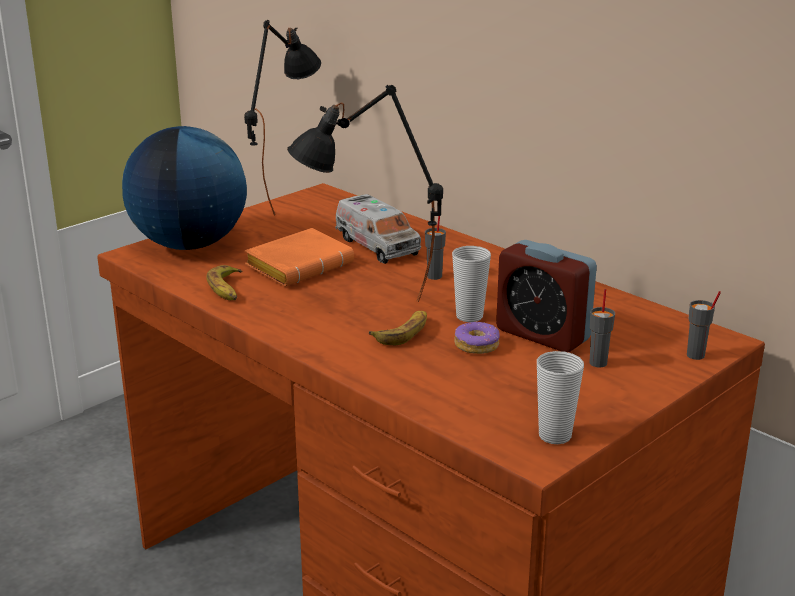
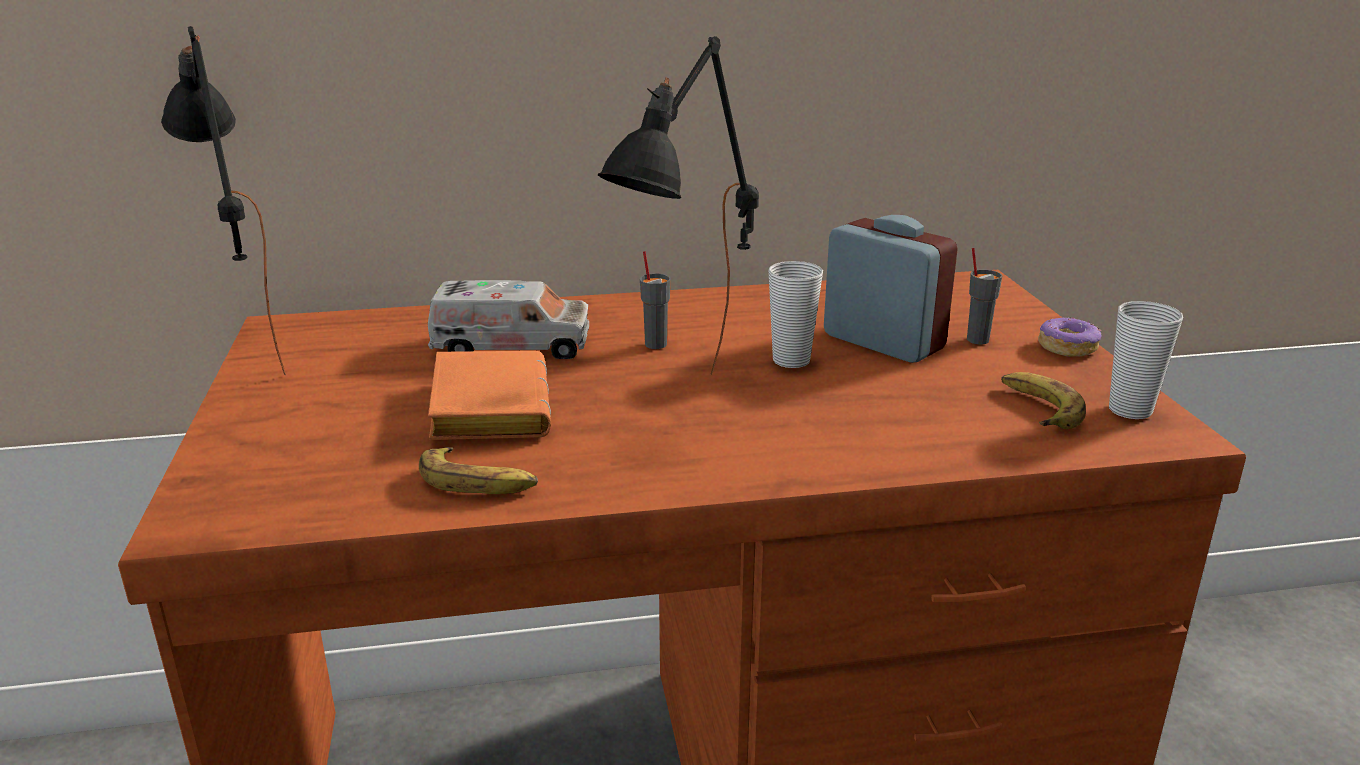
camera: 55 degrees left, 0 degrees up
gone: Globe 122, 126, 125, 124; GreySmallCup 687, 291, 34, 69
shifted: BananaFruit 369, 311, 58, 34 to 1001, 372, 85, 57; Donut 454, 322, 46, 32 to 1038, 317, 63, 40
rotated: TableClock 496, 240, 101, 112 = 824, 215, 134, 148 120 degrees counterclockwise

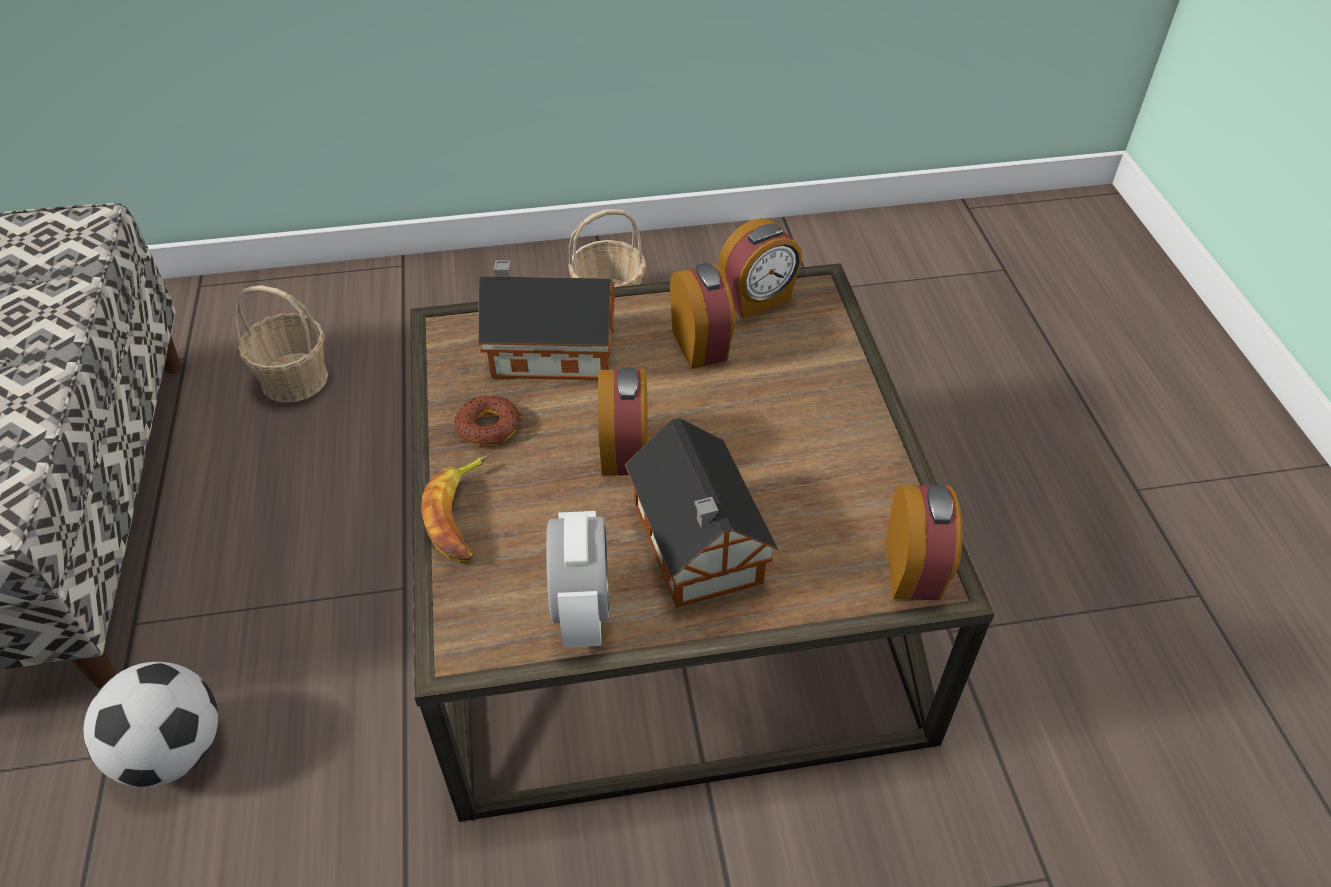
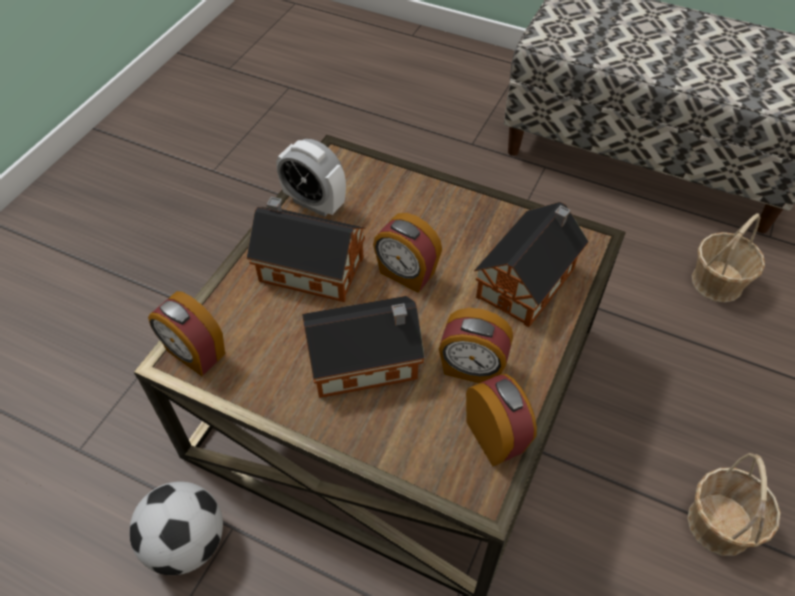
camera: 125 degrees right, 5 degrees up
gone: BananaFruit 421, 455, 68, 107; Donut 455, 396, 65, 50
new: ToyHouse 302, 296, 123, 102
shifted: Football 84, 662, 134, 125 to 129, 481, 94, 94
rotated: TableClock 718, 218, 84, 101 = 466, 374, 71, 93 150 degrees clockwise

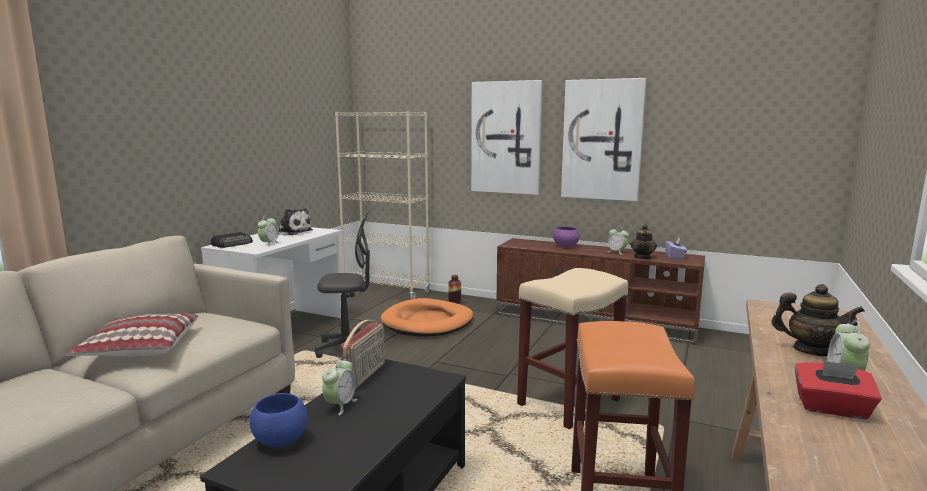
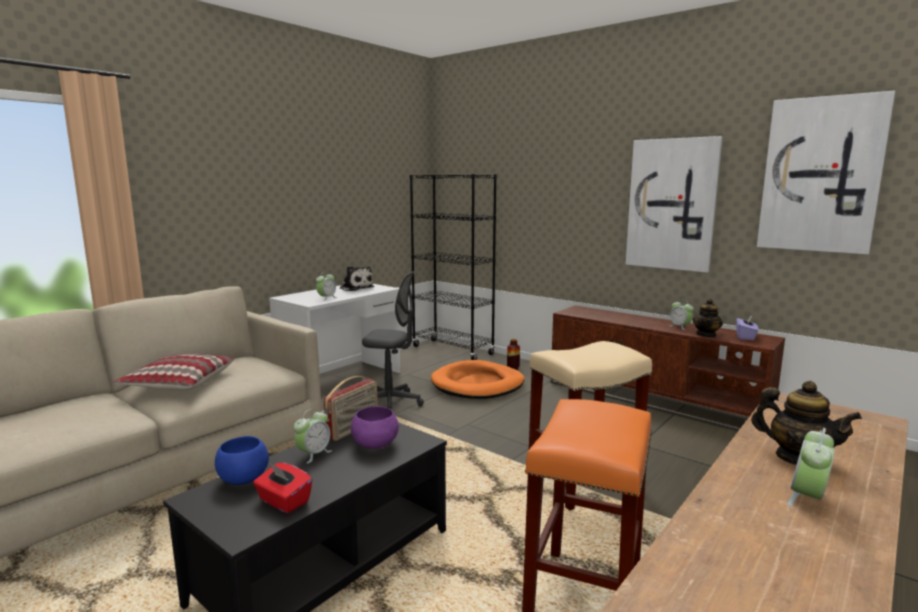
camera: 15 degrees right, 0 degrees up
gone: RadioSet 211, 232, 42, 16
shifted: WallArt 471, 80, 71, 115 to 757, 91, 138, 163; PurplishServingBowl 553, 227, 27, 20 to 351, 406, 48, 43; RedBoxOfTissues 795, 360, 87, 60 to 253, 463, 60, 50
repainted: BeigeShelvingUnit 335, 111, 95, 188 to BlackShelvingUnit 410, 174, 87, 186

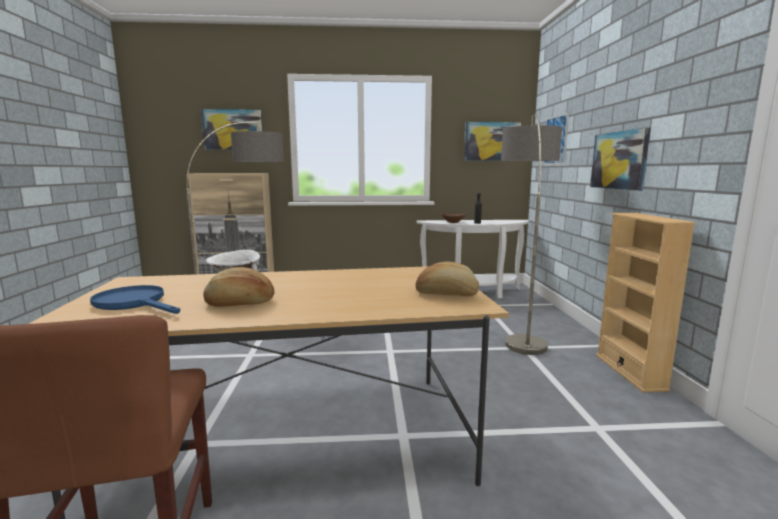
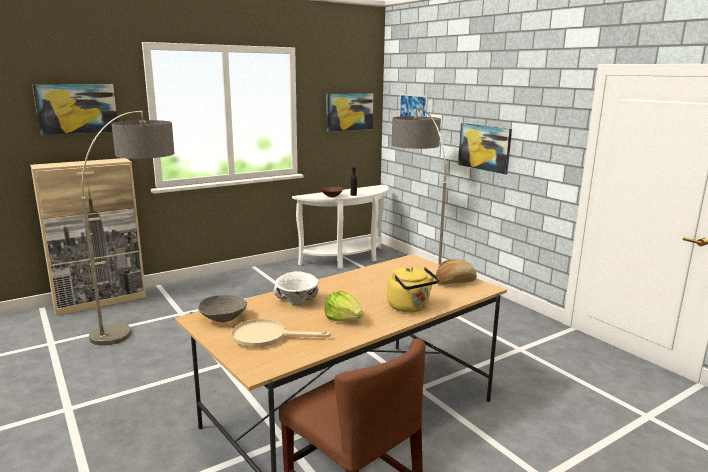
camera: 30 degrees left, 5 degrees up
gone: BeigeShelvingUnit 596, 213, 100, 179
new: GreyServingBowl 198, 295, 49, 27; YellowishKettle 387, 267, 52, 45
swapped: BakedBread 203, 267, 71, 40 to Lettuce 324, 291, 39, 30
repainted: BlueColouredFryingPan 90, 285, 90, 29 to BeigeFryingPan 231, 319, 100, 29

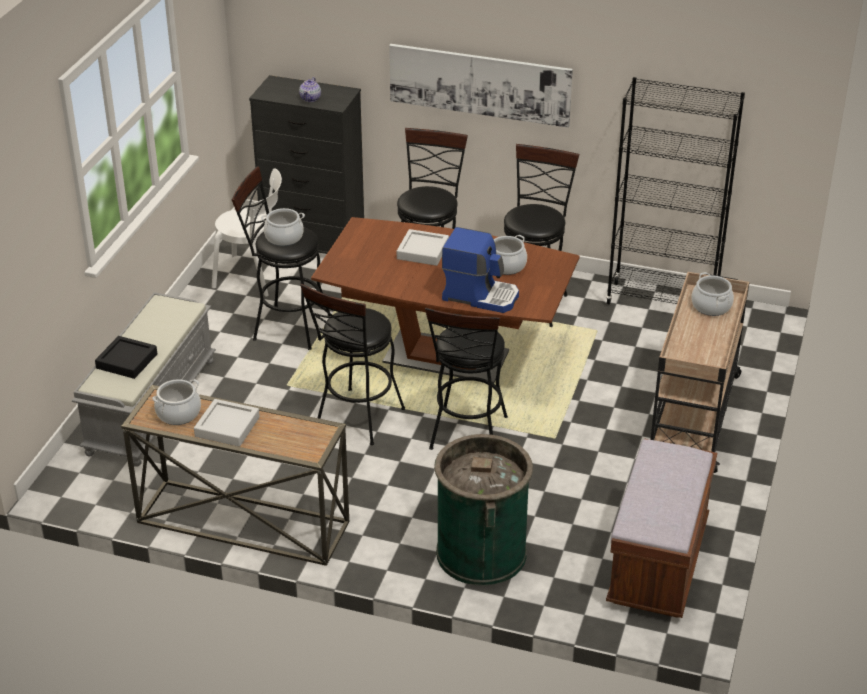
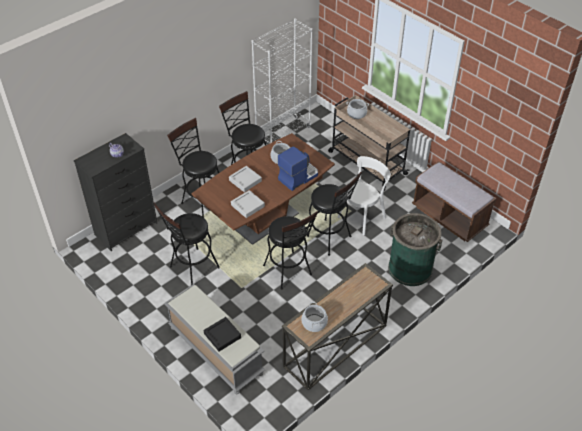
camera: 60 degrees left, 10 degrees up
gone: Stockpot 261, 208, 44, 38; WallArt 389, 44, 184, 84
shifted: GreyServingTray 194, 399, 66, 48 to 231, 190, 34, 28; WhiteColouredUprightChair 212, 169, 75, 128 to 338, 156, 53, 80
repainted: BlackShelvingUnit 606, 77, 139, 228 to WhiteColouredShelvingUnit 252, 18, 61, 125

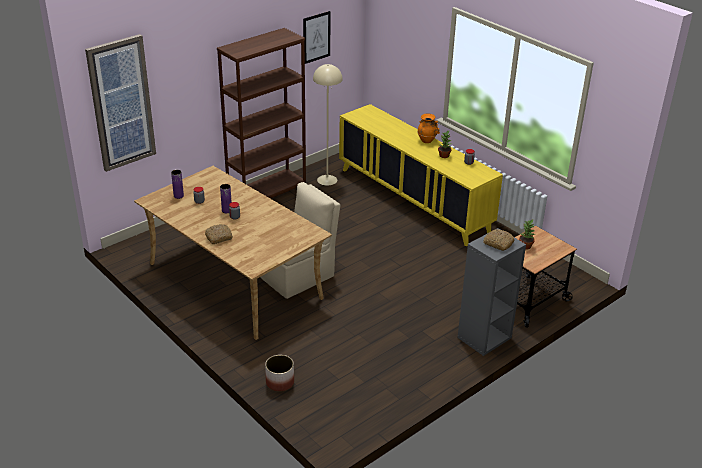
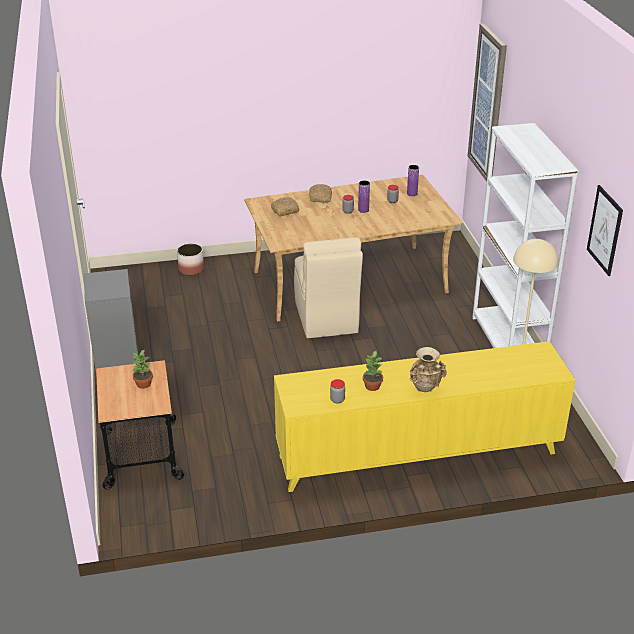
camera: 120 degrees right, 0 degrees up
shifted: BakedBread 483, 229, 31, 22 to 271, 197, 29, 19
repainted: BrownShelvingUnit 217, 28, 89, 171 to WhiteColouredShelvingUnit 472, 123, 107, 225; OrangeyVase 417, 114, 23, 29 to BeigeVase 410, 347, 37, 45

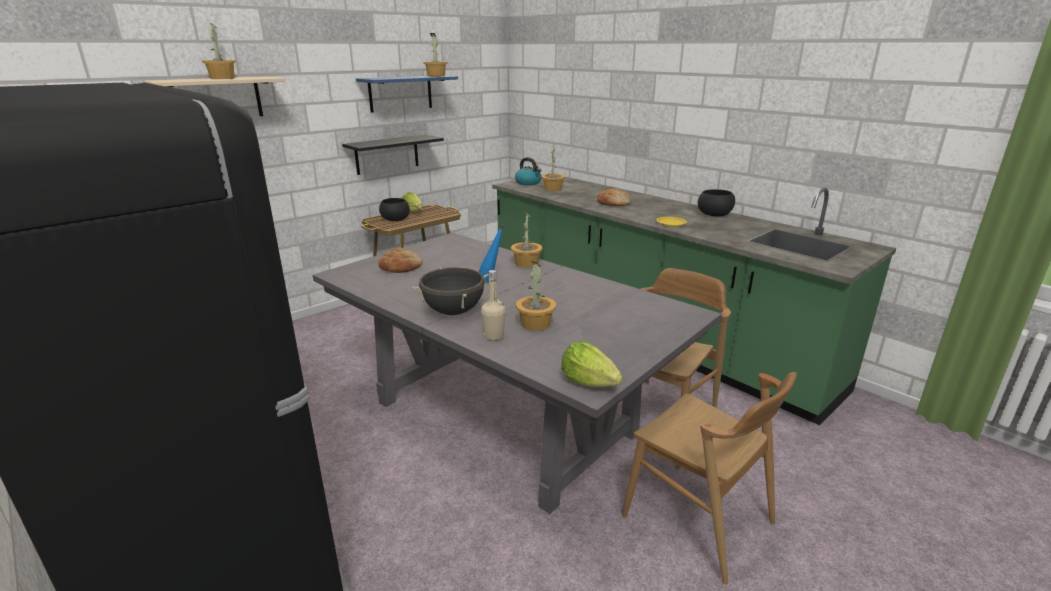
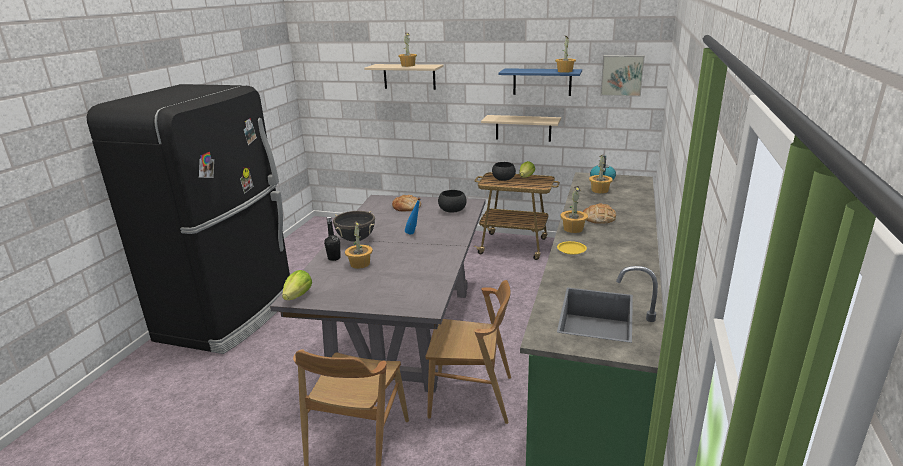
camera: 60 degrees right, 0 degrees up
new: WallArt 600, 55, 45, 42
shifted: PottedPlant 511, 212, 32, 56 to 560, 186, 28, 47; BlackServingBowl 698, 189, 37, 28 to 438, 190, 29, 22
repainted: BlackShelf 342, 135, 102, 40 to BeigeShelf 481, 115, 80, 27; BeigeDrinkBottle 481, 270, 25, 71 to BlackDrinkBottle 324, 217, 17, 44

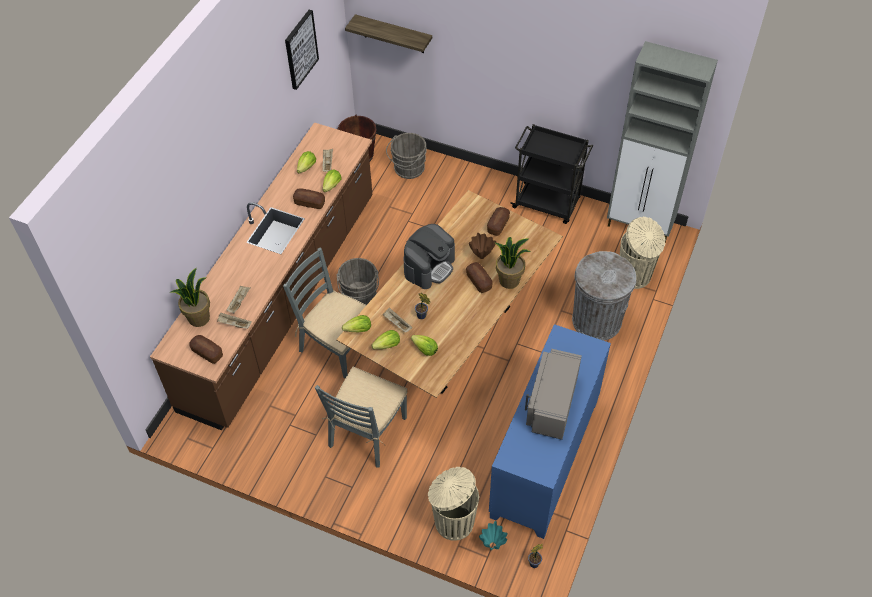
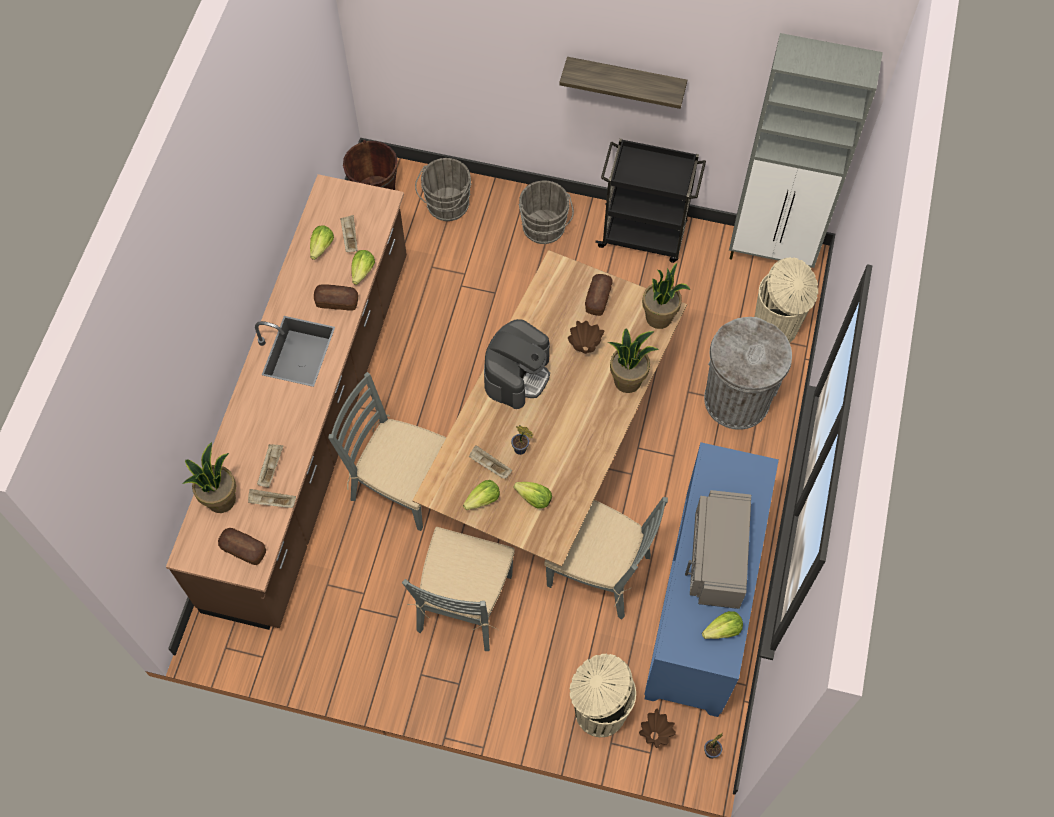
camera: 10 degrees left, 10 degrees up
gone: WallArt 285, 10, 34, 80; BakedBread 466, 262, 27, 31
new: GreyUprightChair 544, 497, 124, 123; PottedPlant 642, 263, 48, 66
shifted: GreyPail 337, 258, 42, 47 to 518, 180, 56, 64; Lettuce 342, 315, 29, 17 to 702, 611, 41, 28; Shelf 345, 14, 87, 39 to 559, 57, 128, 52
repainted: TurquoiseColouredVase 479, 521, 29, 29 to BrownVase 639, 708, 37, 40

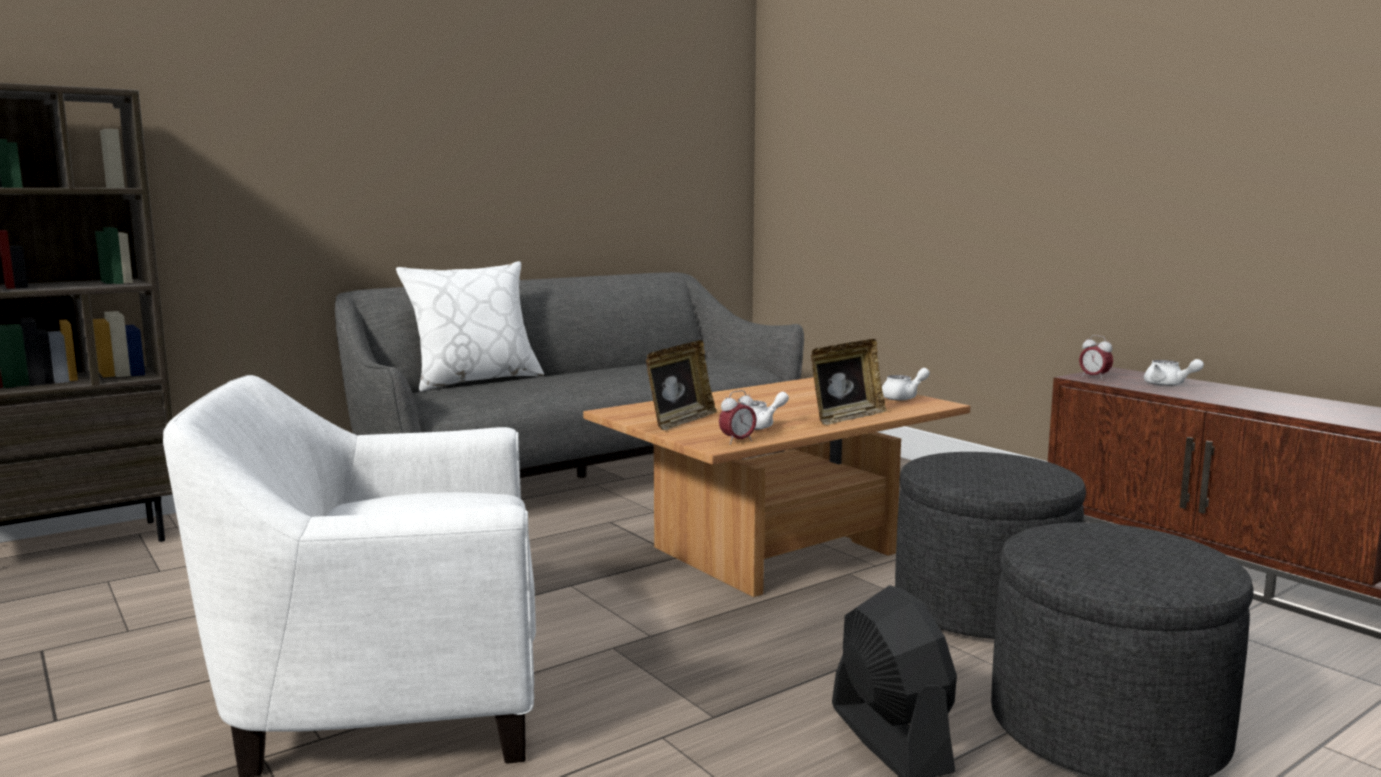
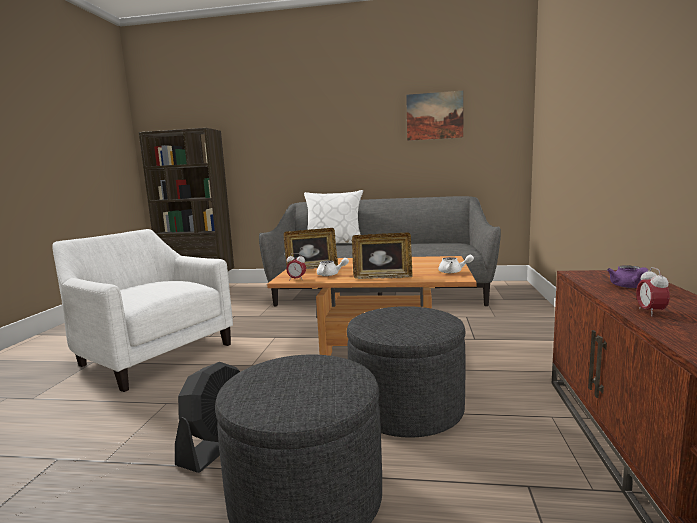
camera: 45 degrees right, 0 degrees up
new: WallArt 406, 90, 58, 51
shifted: TableClock 1079, 335, 34, 45 to 636, 267, 34, 49
repainted: WhiteColouredTeaPot 1144, 359, 60, 27 to PurplishTeaPot 607, 265, 41, 23

